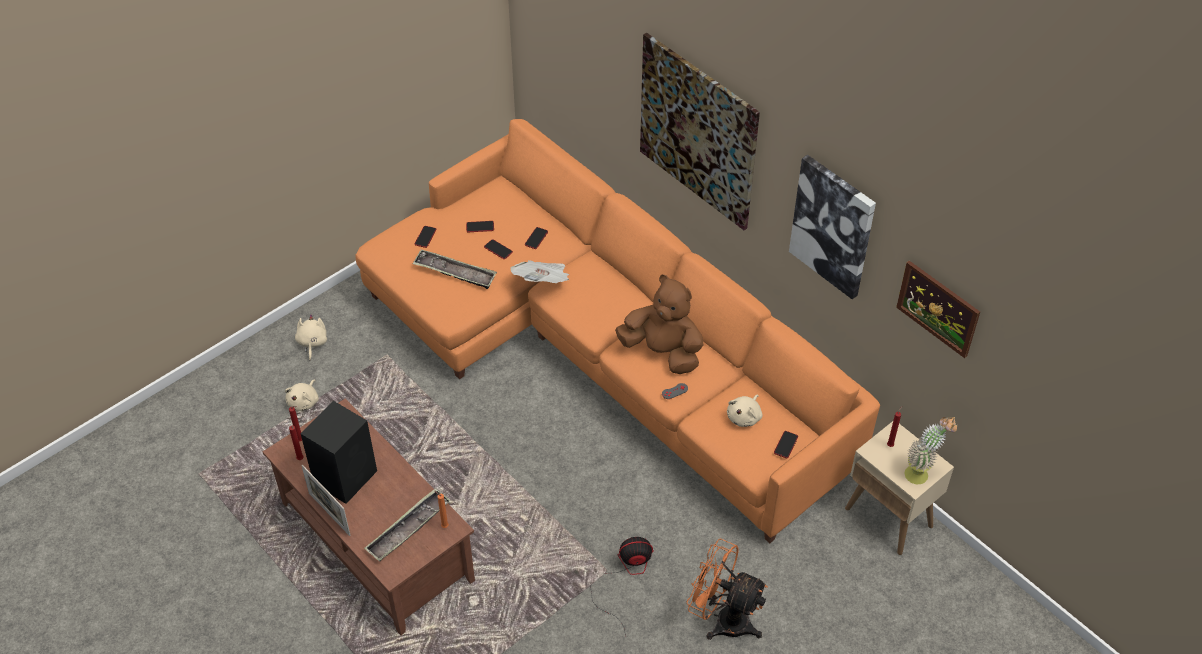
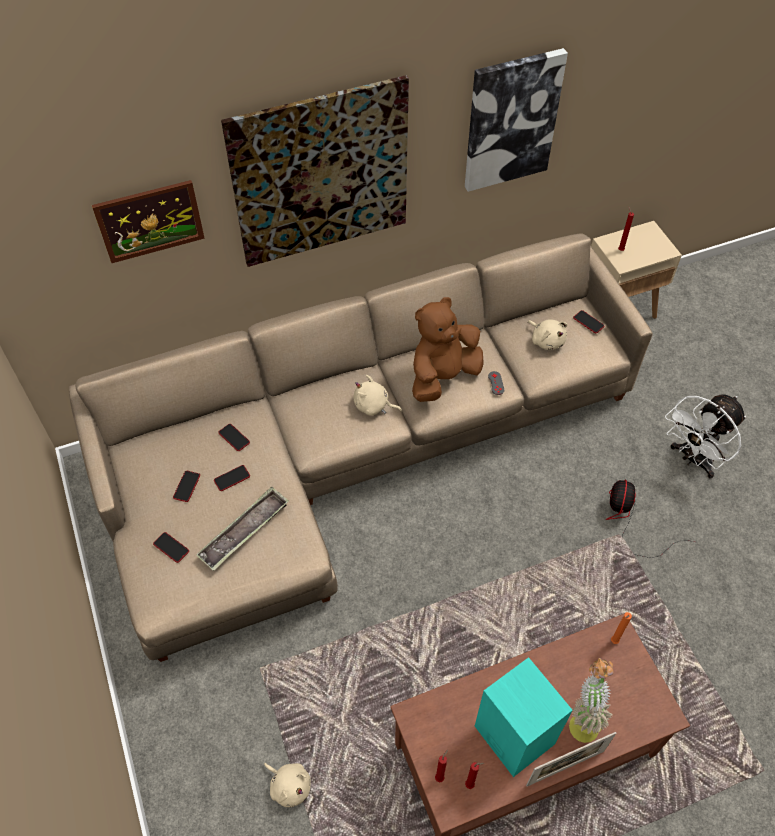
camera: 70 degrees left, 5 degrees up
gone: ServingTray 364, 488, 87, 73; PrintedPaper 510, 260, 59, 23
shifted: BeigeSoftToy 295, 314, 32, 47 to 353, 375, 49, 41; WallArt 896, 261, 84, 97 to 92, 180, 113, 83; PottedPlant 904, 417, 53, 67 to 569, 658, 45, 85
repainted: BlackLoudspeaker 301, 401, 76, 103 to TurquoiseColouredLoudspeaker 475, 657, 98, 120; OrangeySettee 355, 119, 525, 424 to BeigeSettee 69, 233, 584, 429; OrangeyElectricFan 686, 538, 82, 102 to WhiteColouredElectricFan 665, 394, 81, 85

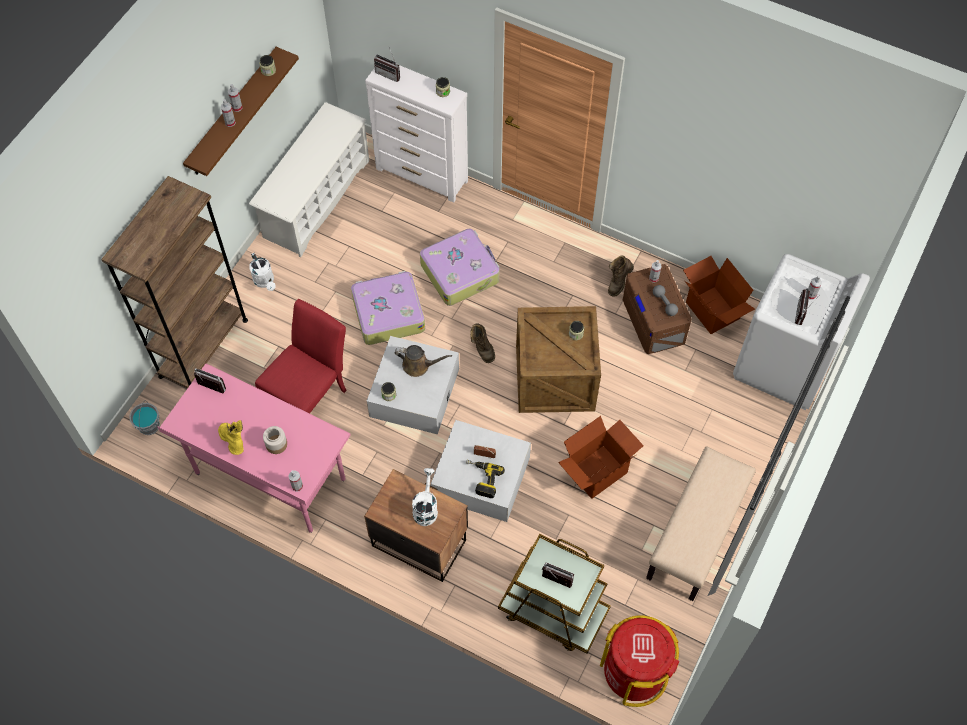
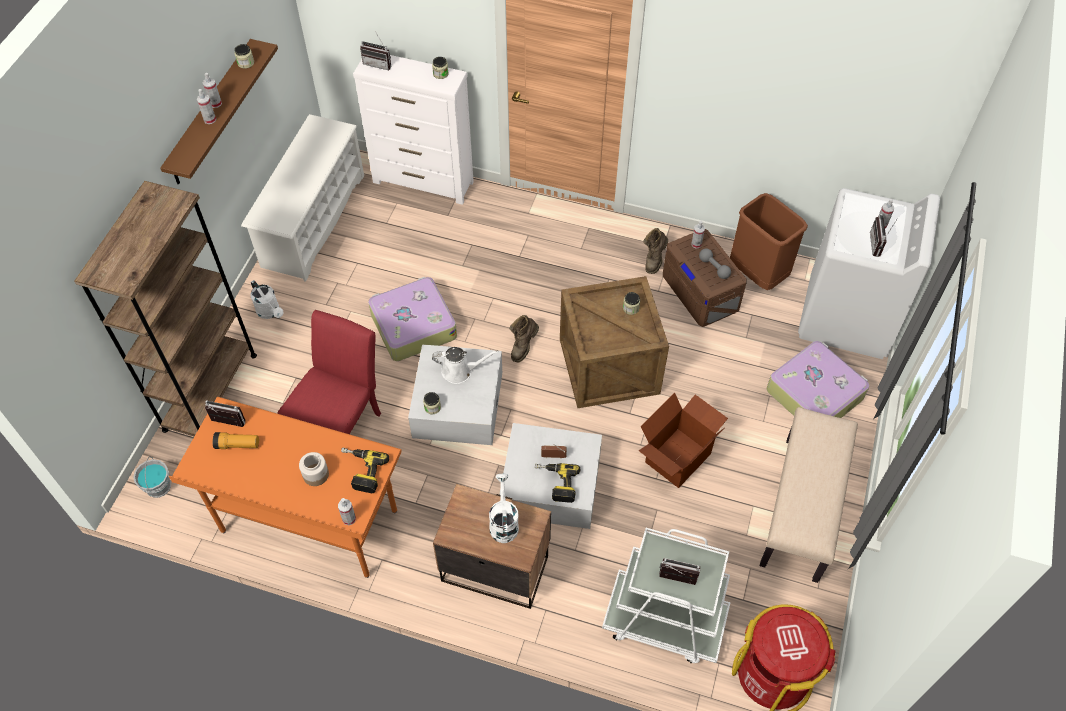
camera: 10 degrees left, 5 degrees down
gone: YellowishTallBoot 218, 420, 26, 35
new: HandTorch 212, 432, 47, 17; ElectricDrill 341, 448, 48, 45
shifted: PieceOfLuggage 420, 229, 79, 77 to 767, 341, 102, 77
swapped: PackingBox 683, 256, 72, 78 to BrownRubbishBin 730, 193, 78, 97
repainted: PinkishDeskUnit 157, 363, 194, 170 to OrangeyDeskUnit 169, 397, 233, 181; BrownWateringPot 395, 345, 57, 32 to WhiteColouredWateringPot 432, 347, 66, 37; BrownTrolley 498, 534, 113, 120 to WhiteColouredTrolley 602, 528, 129, 135
rotated: BrownTallBoot 470, 323, 25, 40 = 509, 315, 30, 47 60 degrees clockwise

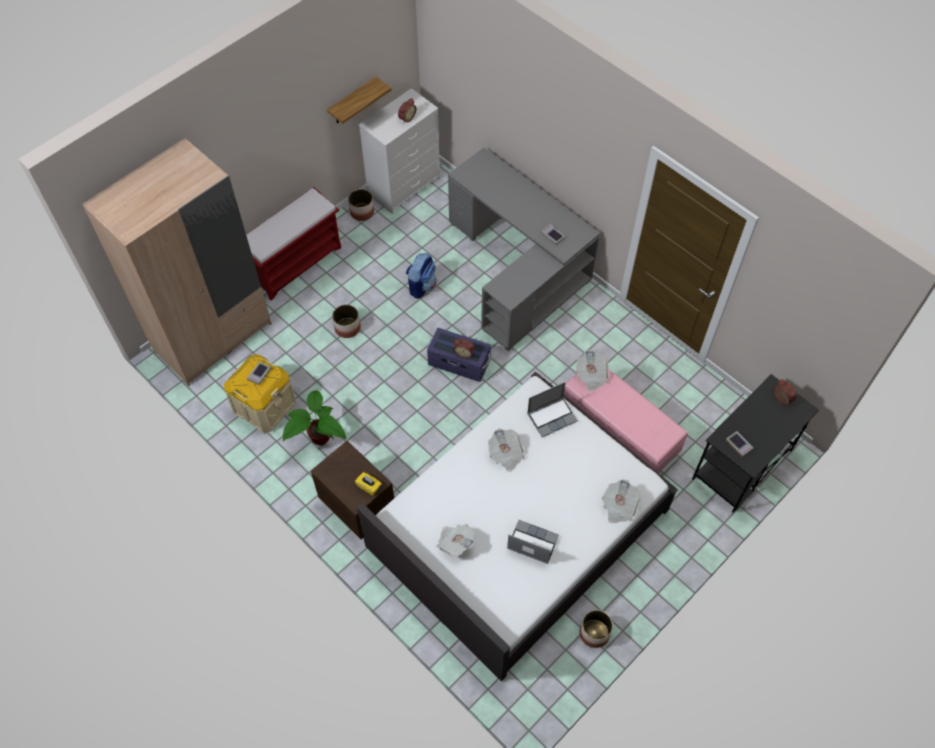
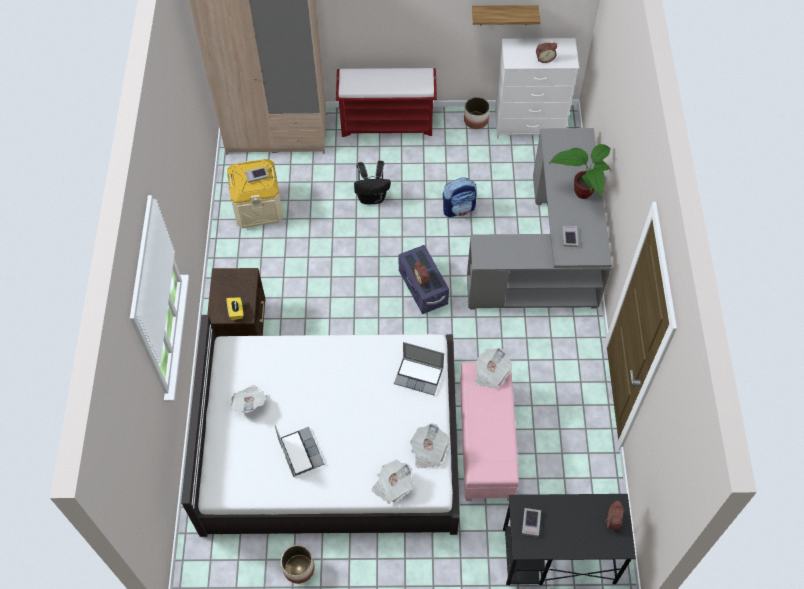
camera: 45 degrees right, 0 degrees up
shifted: PottedPlant 283, 390, 63, 55 to 549, 144, 62, 55; PrintedPaper 488, 428, 37, 44 to 410, 424, 40, 44
swapped: FlowerPot 332, 305, 29, 33 to BlackKnapsack 354, 161, 37, 43

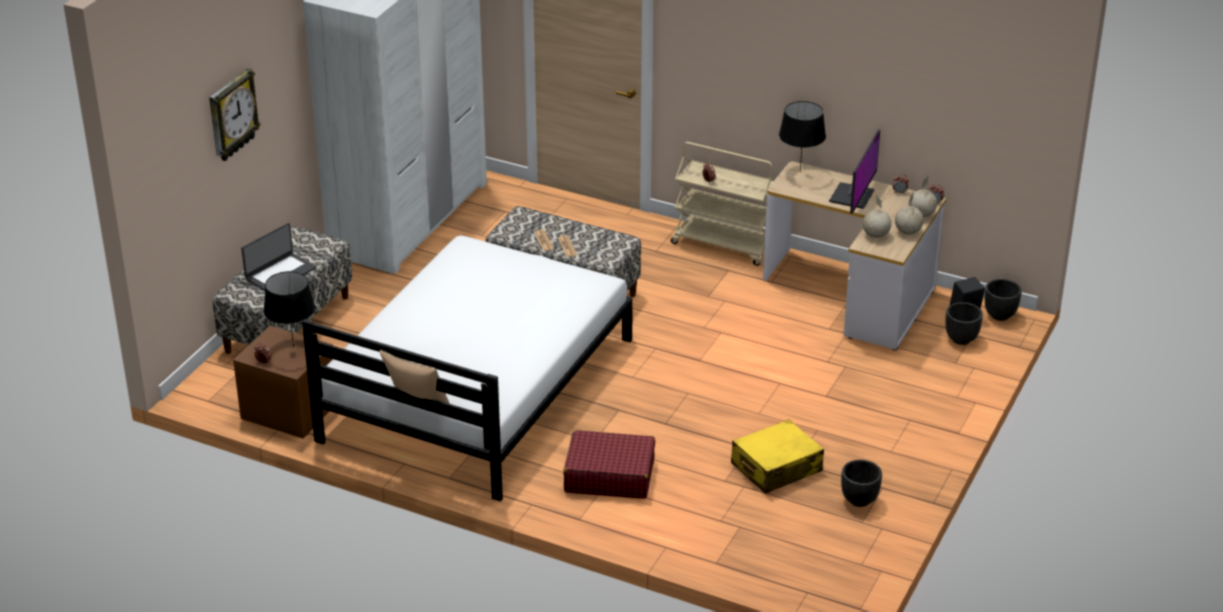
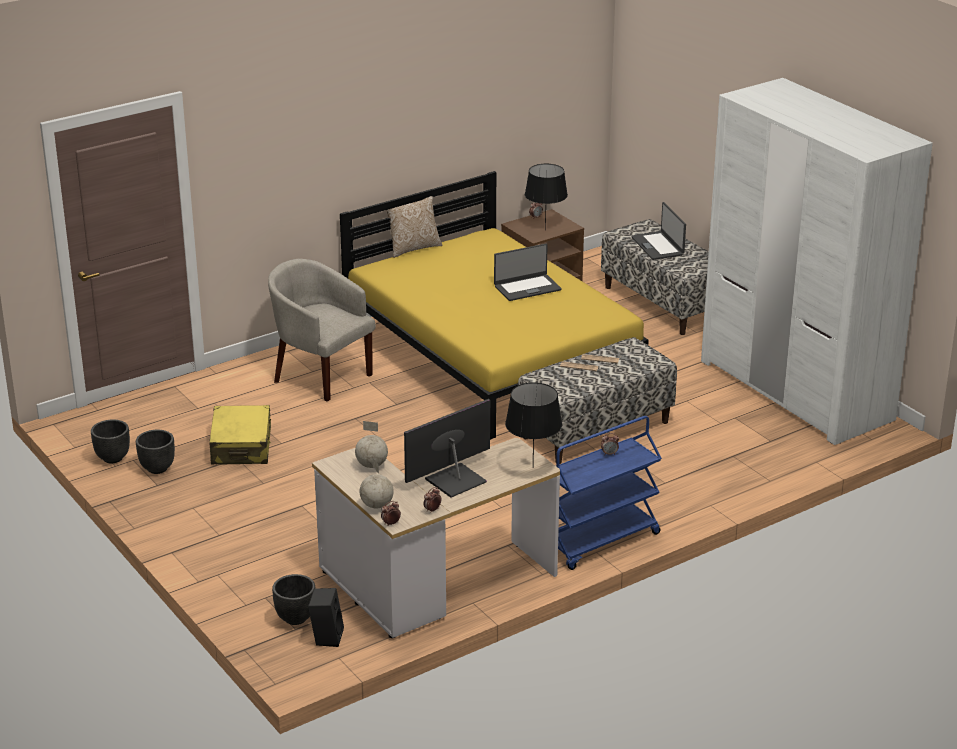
camera: 120 degrees right, 5 degrees down
gone: WallClock 209, 68, 52, 93; Globe 895, 193, 29, 42
new: PortableComputer 494, 244, 68, 57
shifted: BlackFlowerPot 985, 279, 37, 42 to 91, 419, 39, 44
swapped: RedPieceOfLuggage 563, 430, 92, 69 to BeigeEasyChair 268, 259, 108, 142
repainted: WhiteColouredSleepingBed 302, 236, 331, 265 to YellowishSleepingBed 340, 171, 309, 269; BeigeTrolley 671, 142, 104, 124 to BlueColouredTrolley 556, 416, 106, 154
rotated: Monitor 829, 129, 51, 85 = 404, 399, 86, 99 90 degrees clockwise

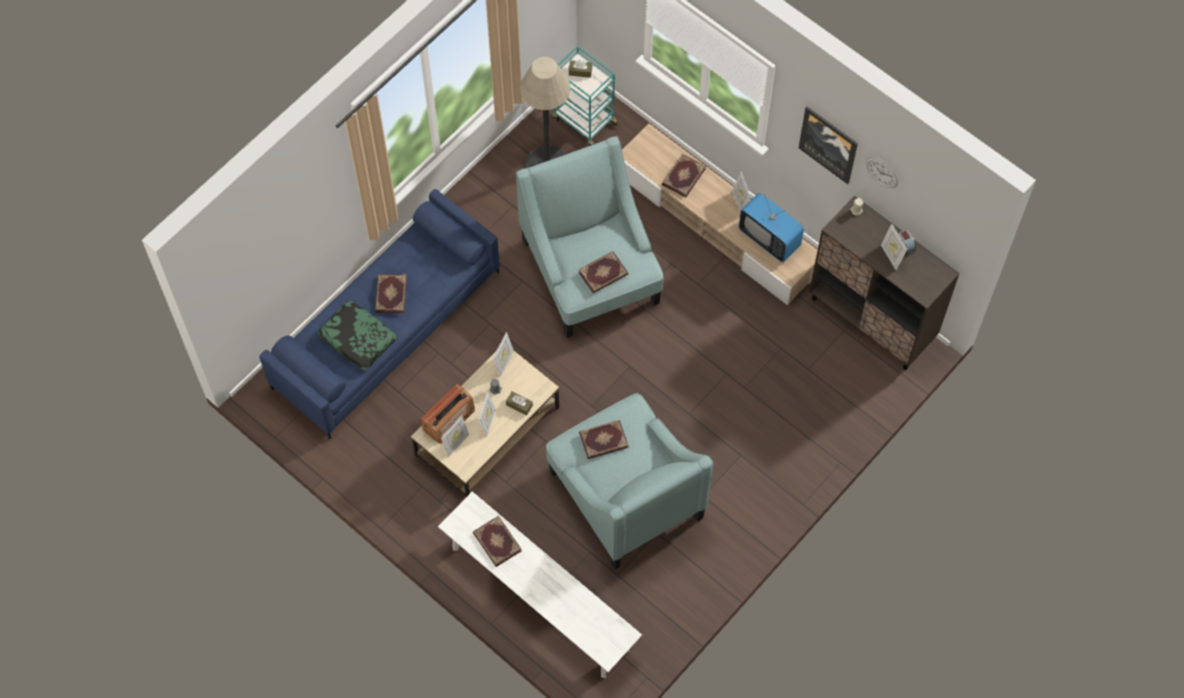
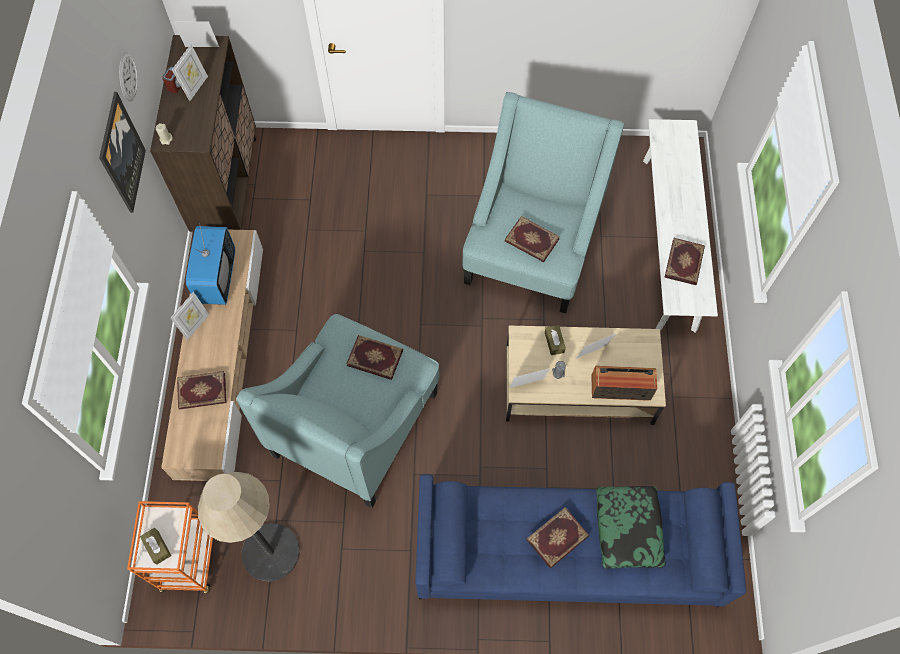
camera: 130 degrees left, 0 degrees up
shifted: StandingFrame 441, 416, 28, 41 to 173, 21, 46, 26
repainted: TurquoiseColouredTrolley 553, 46, 67, 100 to OrangeyTrolley 127, 501, 86, 92

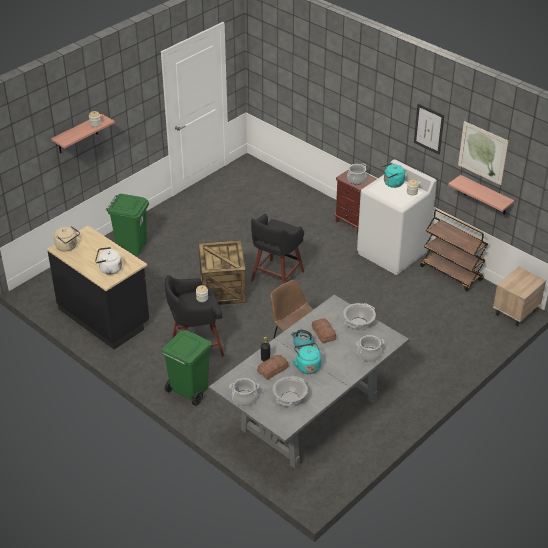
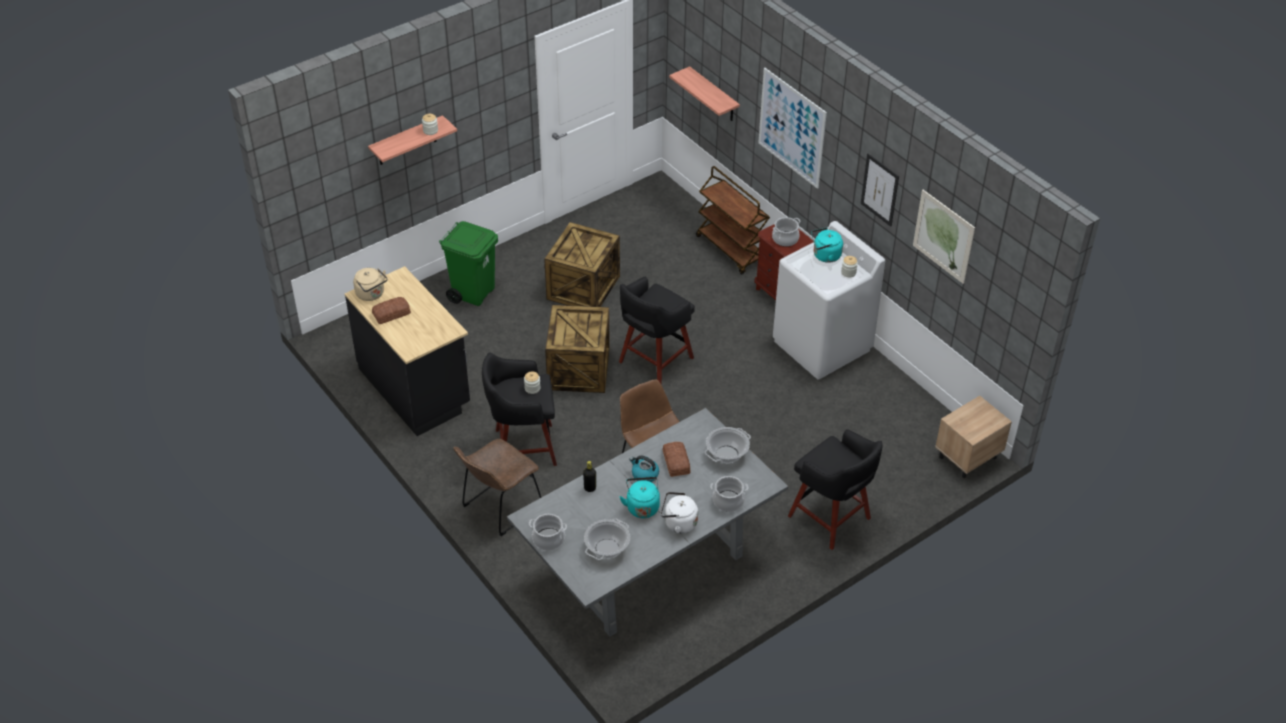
camera: 10 degrees right, 5 degrees up
new: Crate 544, 222, 76, 85; WallArt 759, 68, 68, 121; BlackStoolSeat 788, 429, 95, 121
shifted: WhiteColouredKettle 95, 247, 27, 28 to 661, 492, 37, 41; BakedBread 257, 355, 32, 25 to 372, 297, 39, 27; BrownTrolley 420, 209, 68, 83 to 696, 166, 74, 108; Shelf 448, 175, 67, 40 to 669, 66, 71, 55
swapped: GreenRubbishBin 162, 330, 49, 76 to BrownUprightChair 453, 439, 88, 97

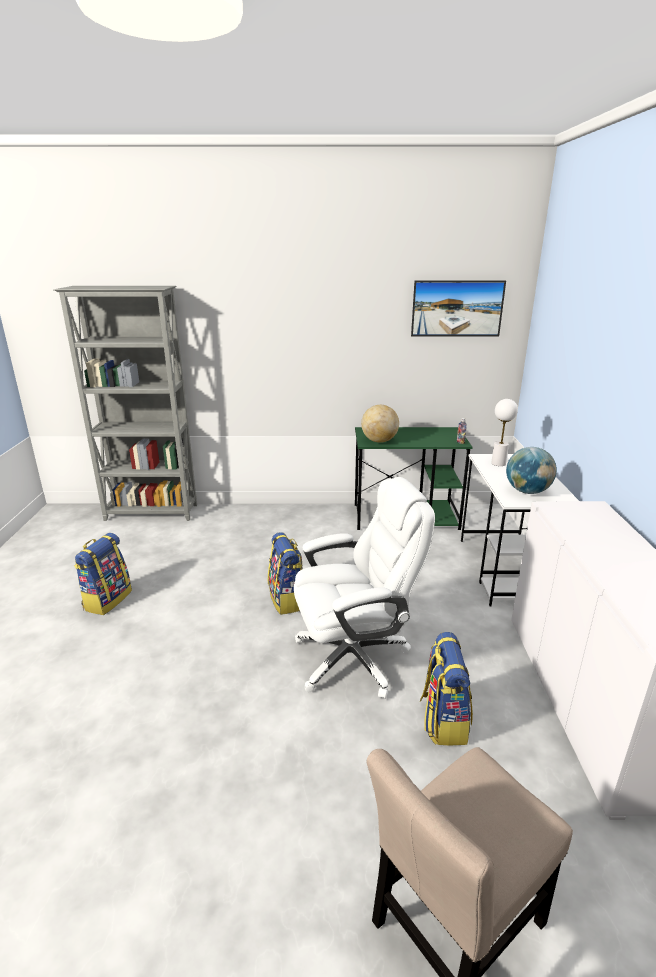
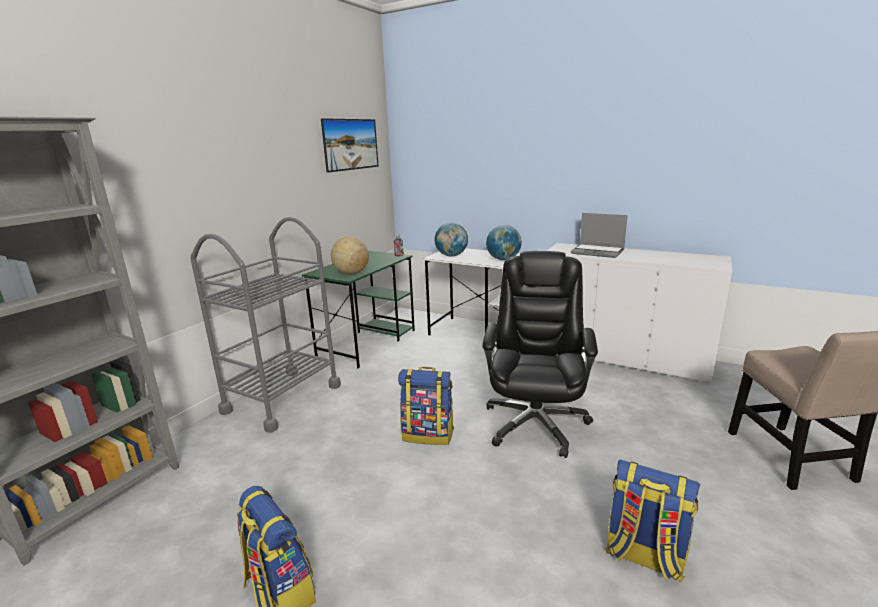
camera: 60 degrees left, 5 degrees down
new: GreyTrolley 190, 217, 151, 216; PortableComputer 571, 213, 57, 45
shifted: Knapsack 420, 632, 53, 113 to 605, 460, 96, 122
swapped: WhiteColouredTabletopLamp 491, 399, 27, 67 to Globe 435, 223, 33, 34
repainted: WhiteColouredOfficeChair 294, 477, 141, 222 to BlackOfficeChair 482, 251, 116, 207

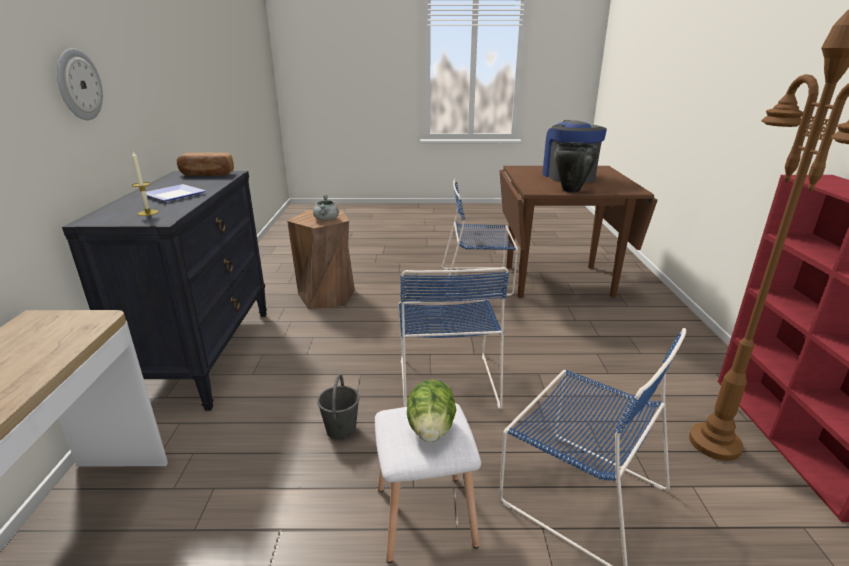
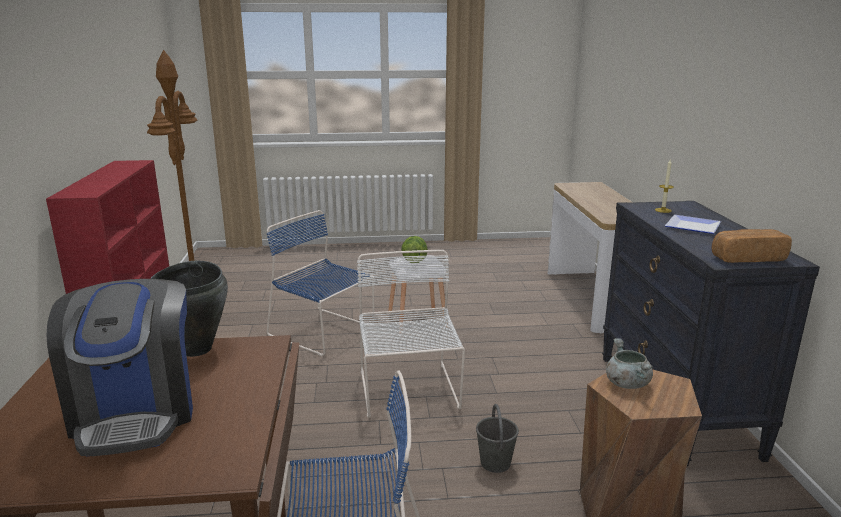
camera: 175 degrees right, 5 degrees down
gone: WallClock 57, 48, 46, 72
shifted: GreyPail 317, 374, 43, 66 to 476, 404, 43, 69
repainted: BlueColouredUprightChair 398, 267, 111, 143 to WhiteColouredUprightChair 357, 250, 108, 168

